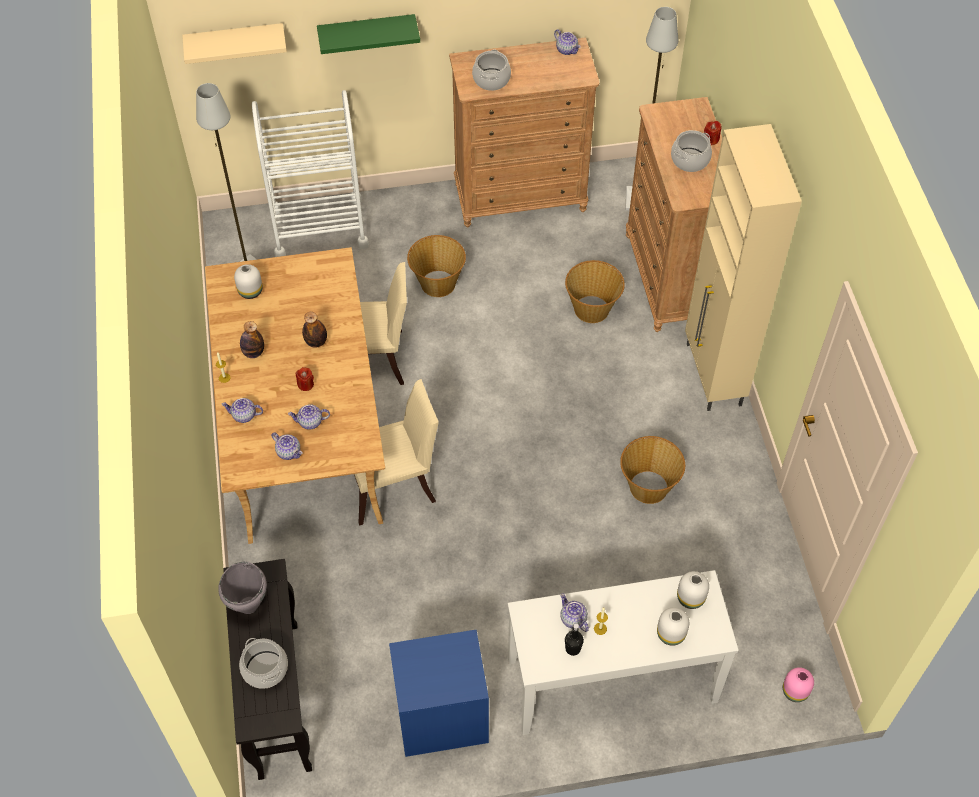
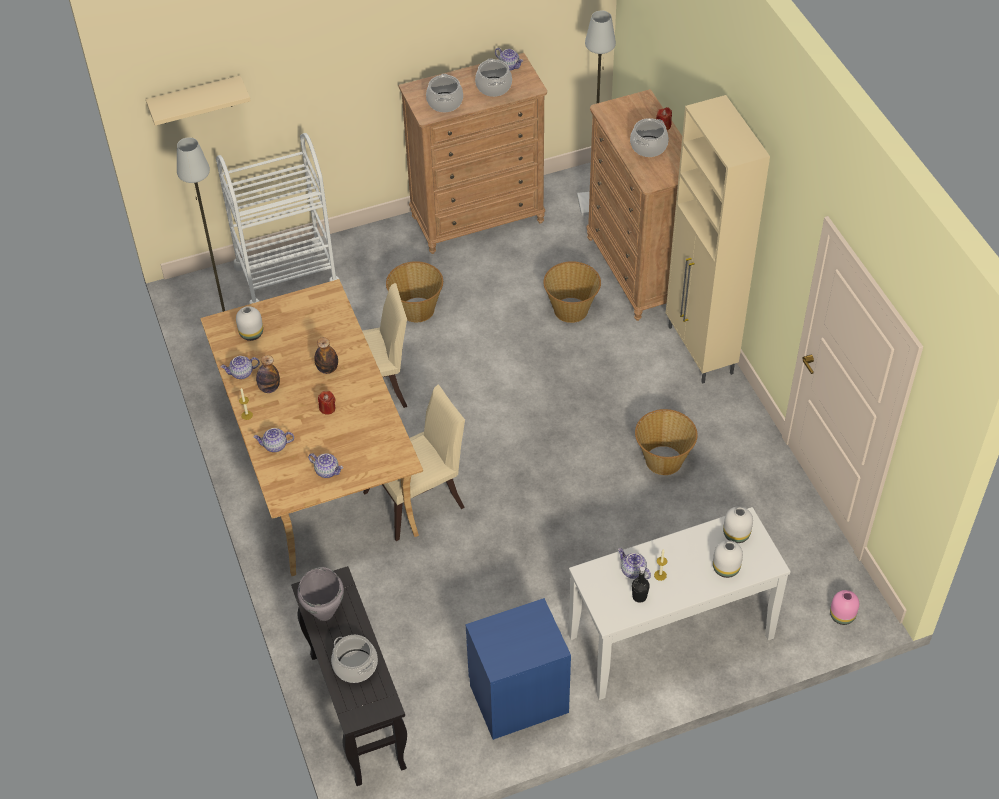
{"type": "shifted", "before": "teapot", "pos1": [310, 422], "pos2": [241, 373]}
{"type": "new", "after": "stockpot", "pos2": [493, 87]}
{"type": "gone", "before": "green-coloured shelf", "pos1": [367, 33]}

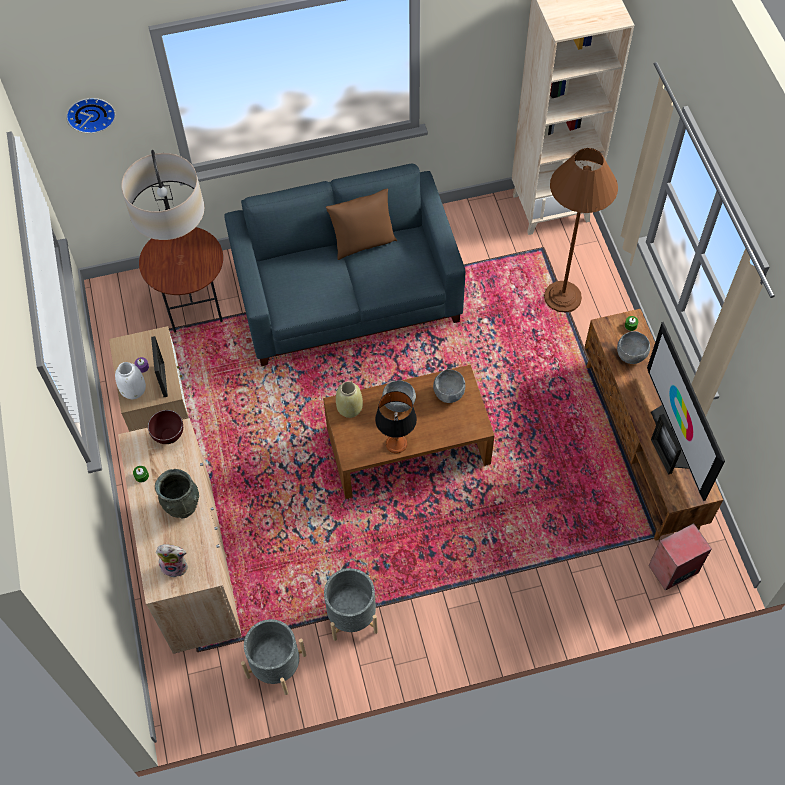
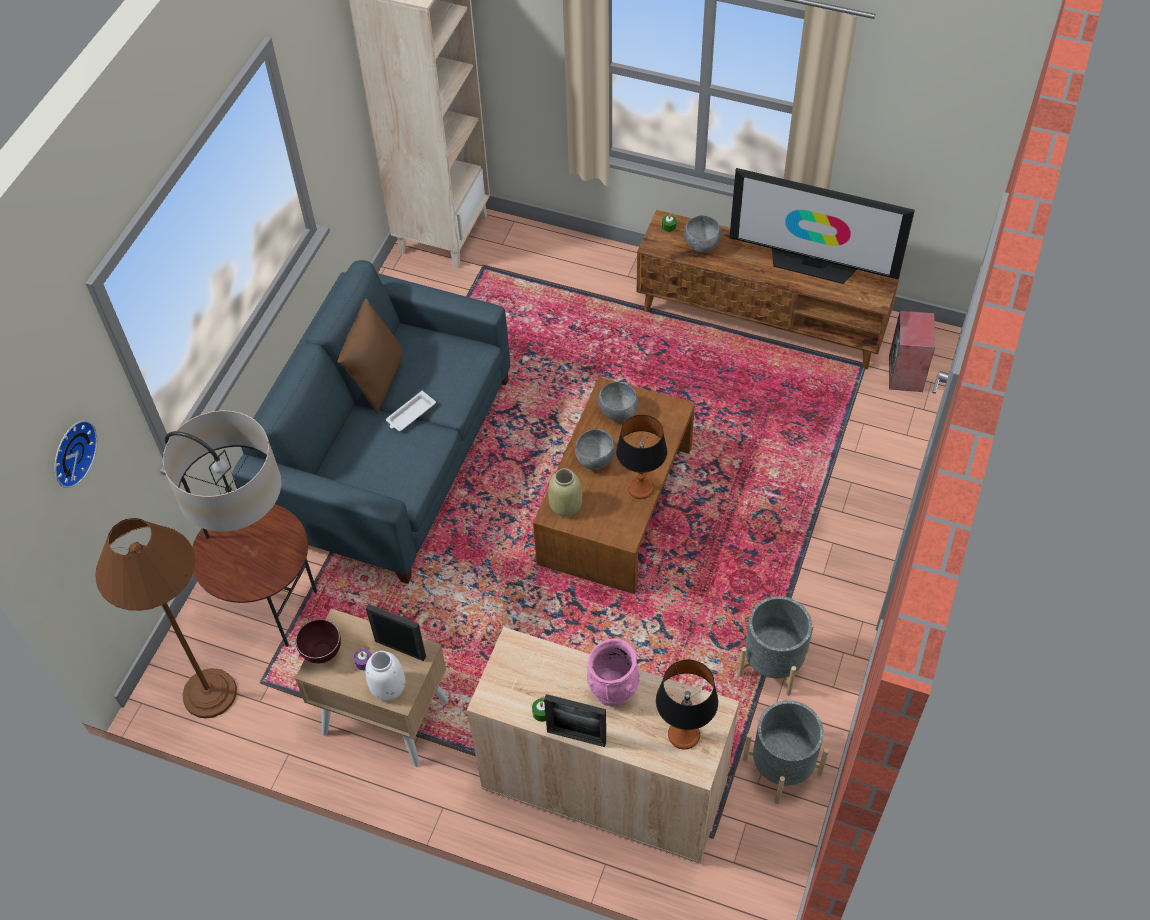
{"type": "shifted", "before": "brown standing lamp", "pos1": [562, 297], "pos2": [210, 693]}
{"type": "shifted", "before": "brown serving bowl", "pos1": [168, 437], "pos2": [322, 654]}
{"type": "new", "after": "white-coloured carrying tray", "pos2": [410, 414]}
{"type": "shifted", "before": "photo frame", "pos1": [661, 456], "pos2": [576, 737]}
{"type": "repainted", "before": "gray vase", "after": "pink-coloured vase", "pos1": [183, 506], "pos2": [613, 690]}
{"type": "swapped", "before": "soft toy", "after": "lamp for a table", "pos1": [176, 566], "pos2": [684, 735]}

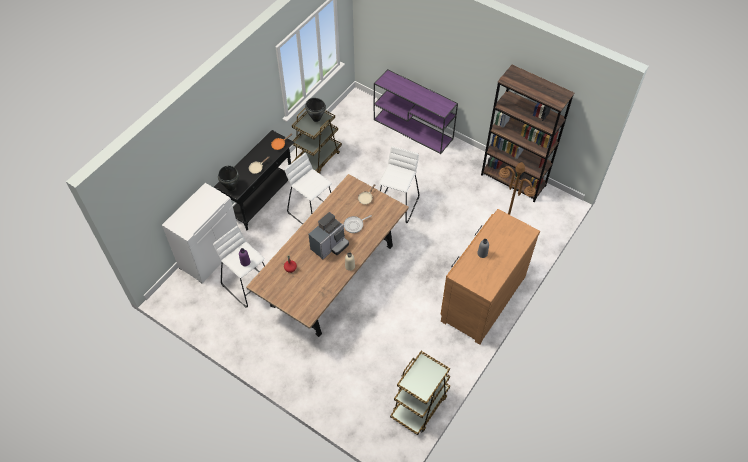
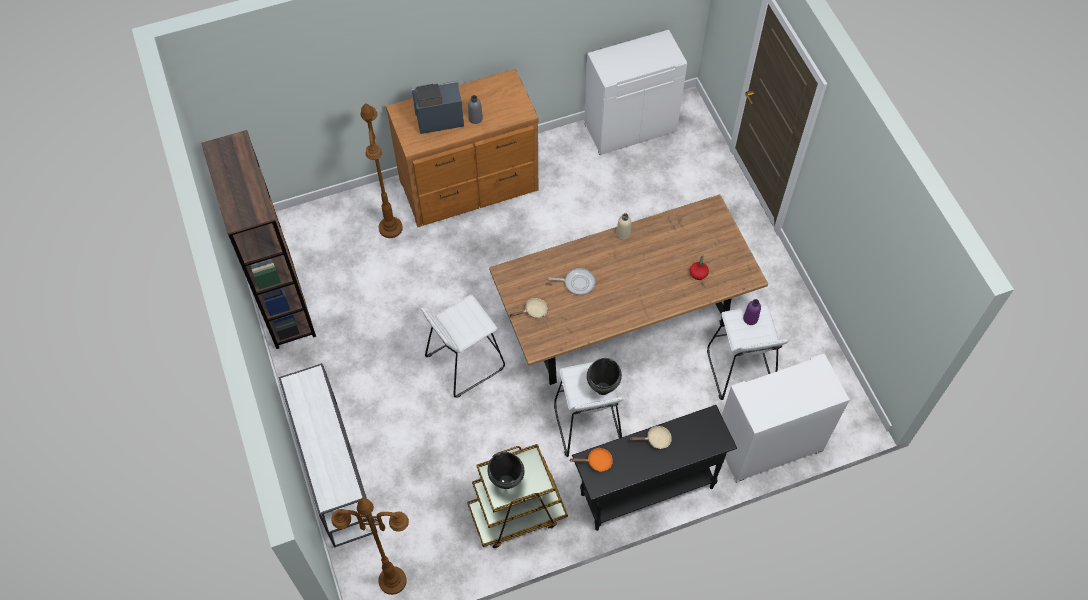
{"type": "repainted", "before": "purple hall table", "after": "white-coloured hall table", "pos1": [414, 129], "pos2": [334, 472]}
{"type": "new", "after": "brown standing lamp", "pos2": [393, 580]}
{"type": "shifted", "before": "coffee maker", "pos1": [330, 246], "pos2": [437, 119]}
{"type": "swapped", "before": "brown trolley", "after": "white-coloured storage cabinet", "pos1": [419, 405], "pos2": [630, 127]}
{"type": "shifted", "before": "black stockpot", "pos1": [231, 187], "pos2": [603, 388]}

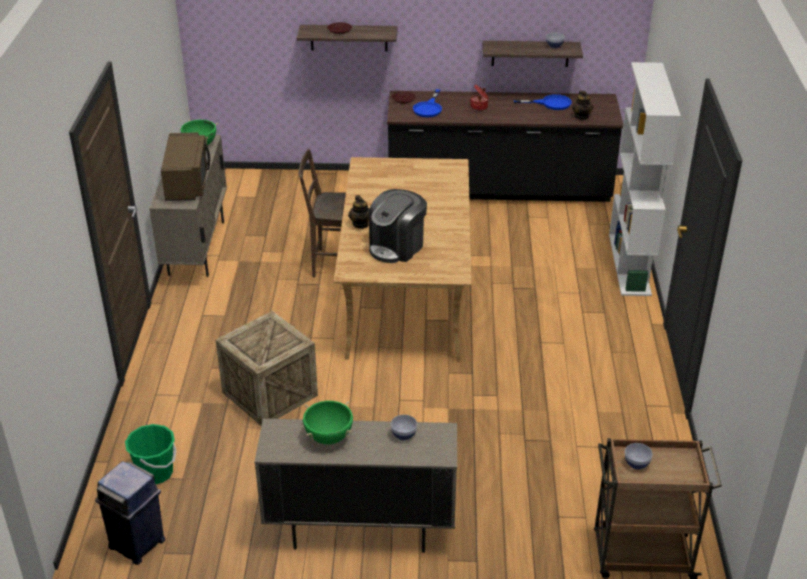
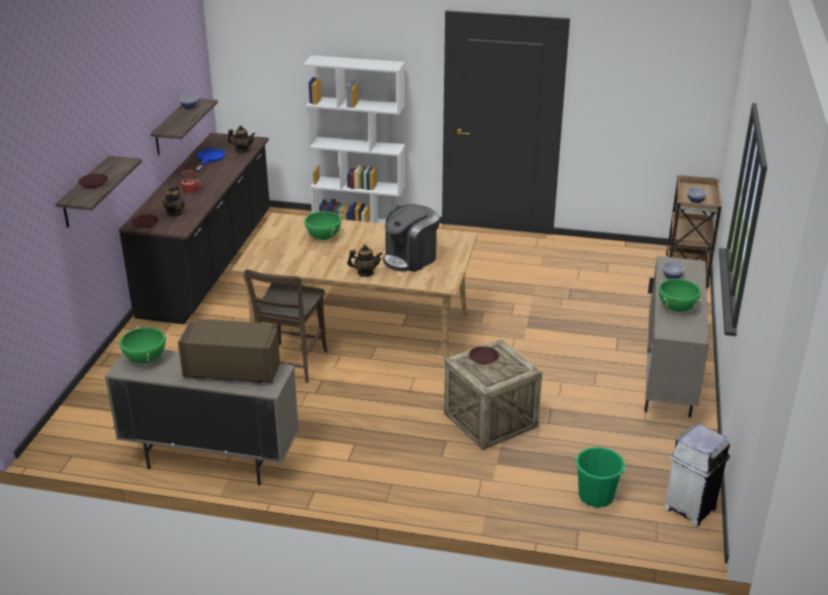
{"type": "swapped", "before": "blue-coloured pan", "after": "teapot", "pos1": [429, 108], "pos2": [175, 213]}
{"type": "new", "after": "green-coloured stockpot", "pos2": [323, 237]}
{"type": "rotated", "before": "coffee maker", "pos1": [397, 247], "pos2": [410, 258], "turn": 90}
{"type": "new", "after": "brown dinner plate", "pos2": [483, 358]}
{"type": "repainted", "before": "blue-coloured trash can", "after": "white-coloured trash can", "pos1": [138, 544], "pos2": [690, 508]}

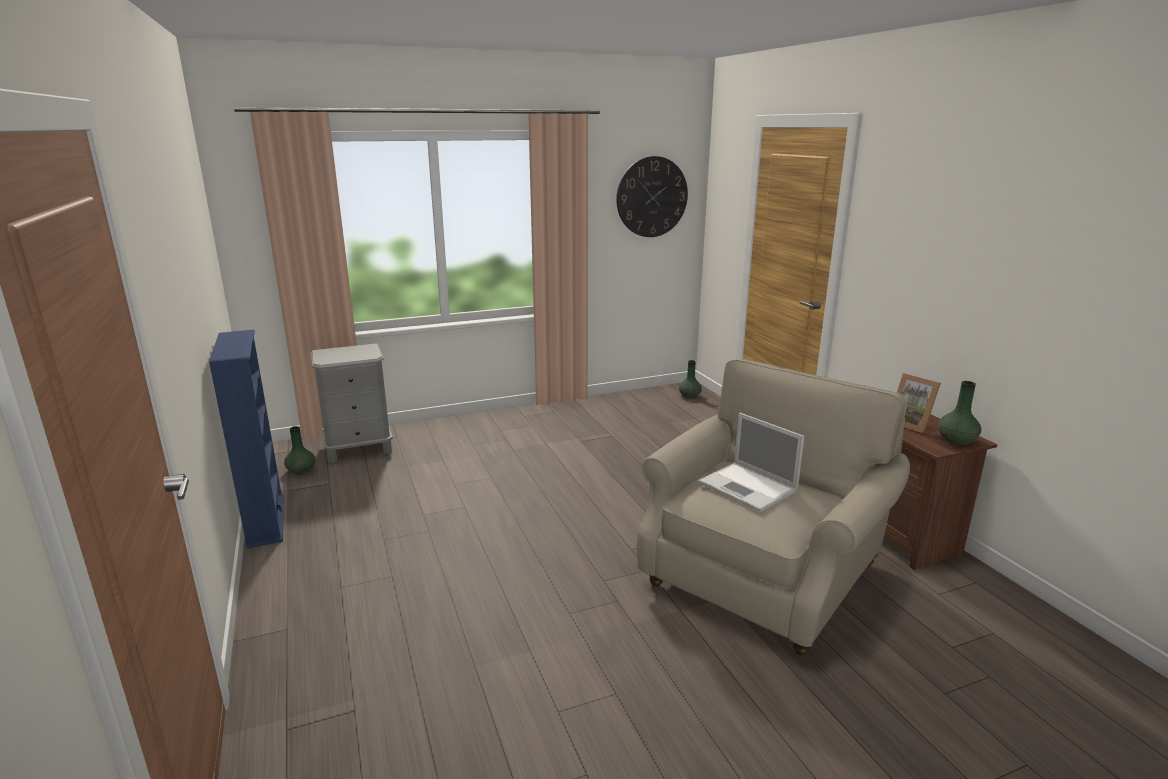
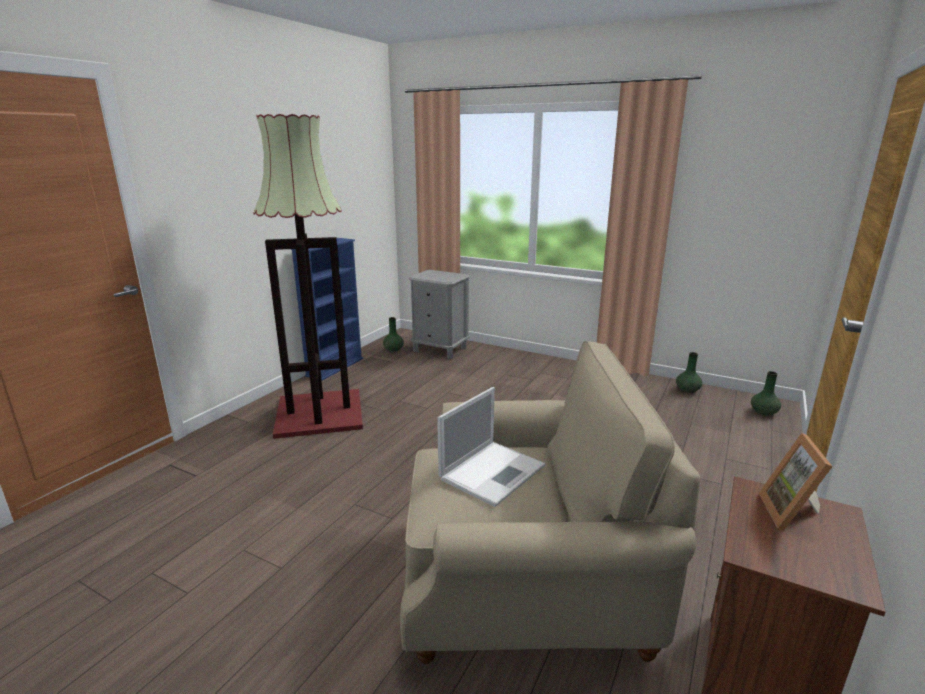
{"type": "new", "after": "standing lamp", "pos2": [318, 413]}
{"type": "rotated", "before": "portable computer", "pos1": [749, 487], "pos2": [493, 471], "turn": -150}
{"type": "shifted", "before": "green-coloured vase", "pos1": [955, 440], "pos2": [687, 390]}
{"type": "gone", "before": "clock on the wall", "pos1": [652, 197]}

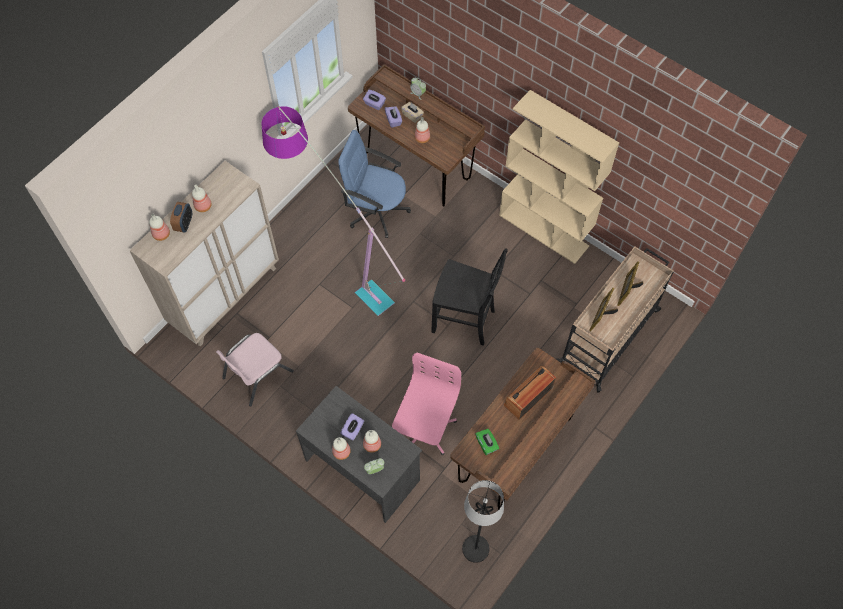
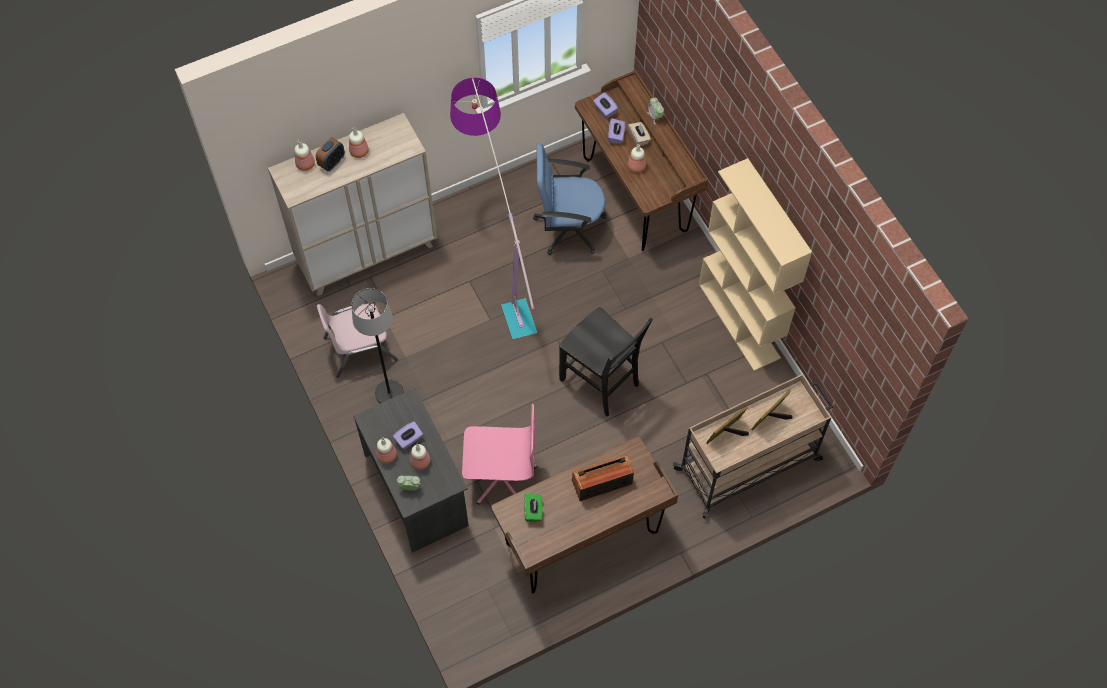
{"type": "shifted", "before": "black standing lamp", "pos1": [475, 548], "pos2": [389, 393]}
{"type": "rotated", "before": "pink-coloured desk chair", "pos1": [424, 429], "pos2": [500, 476], "turn": 45}
{"type": "rotated", "before": "blue-coloured desk chair", "pos1": [376, 211], "pos2": [568, 227], "turn": -45}

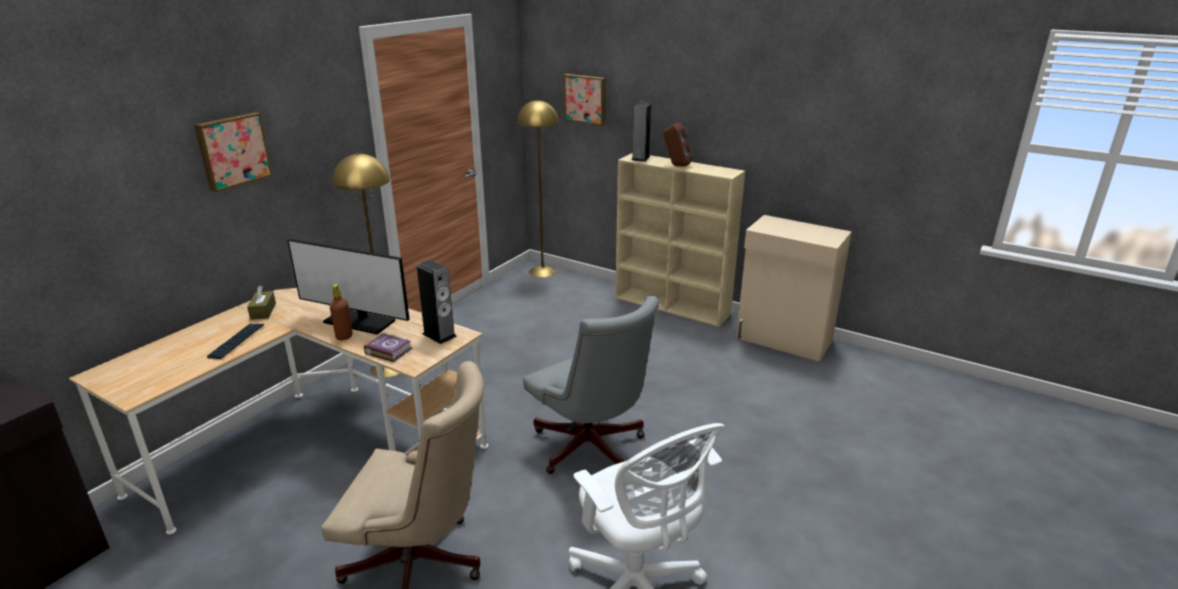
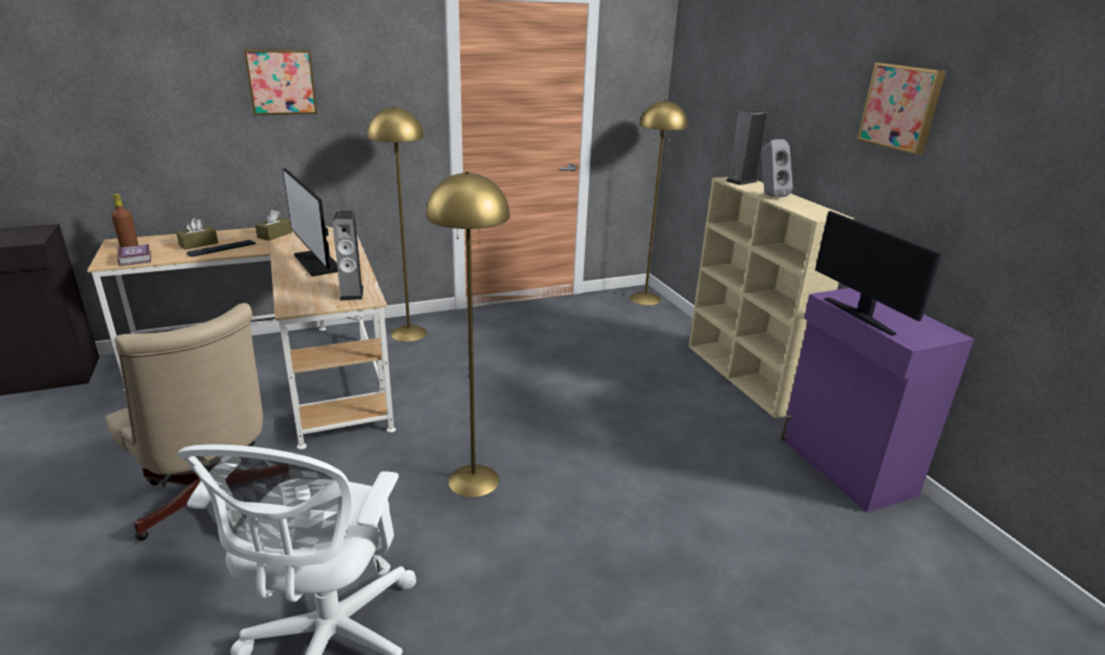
{"type": "shifted", "before": "brown beverage bottle", "pos1": [344, 336], "pos2": [129, 246]}
{"type": "shifted", "before": "volume", "pos1": [388, 350], "pos2": [136, 258]}
{"type": "new", "after": "brown box of tissues", "pos2": [198, 244]}
{"type": "swapped", "before": "gray desk chair", "after": "yellow standing lamp", "pos1": [591, 450], "pos2": [473, 480]}
{"type": "repainted", "before": "brown loudspeaker", "after": "gray loudspeaker", "pos1": [675, 165], "pos2": [769, 195]}
{"type": "repainted", "before": "beige storage cabinet", "after": "purple storage cabinet", "pos1": [784, 340], "pos2": [844, 466]}
{"type": "new", "after": "computer display", "pos2": [860, 315]}
{"type": "shifted", "before": "wall art", "pos1": [586, 99], "pos2": [902, 107]}

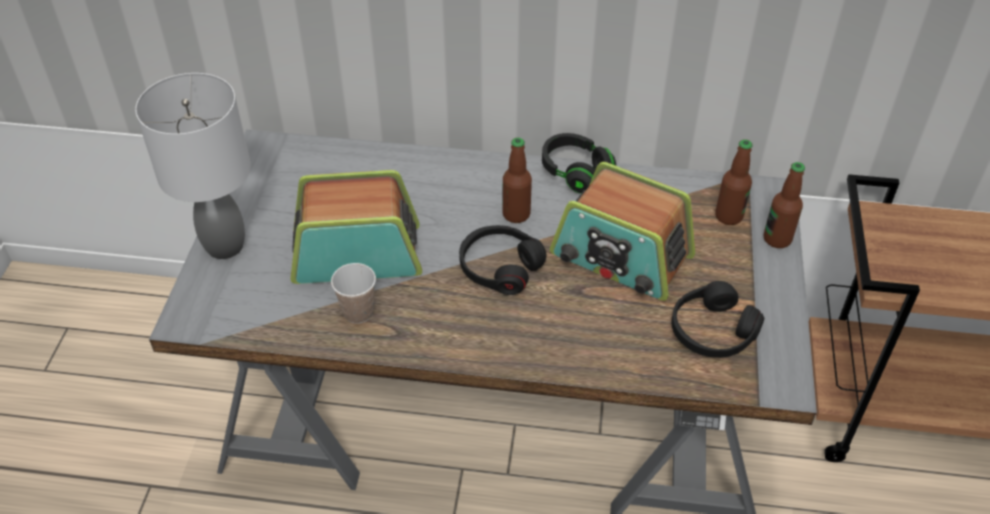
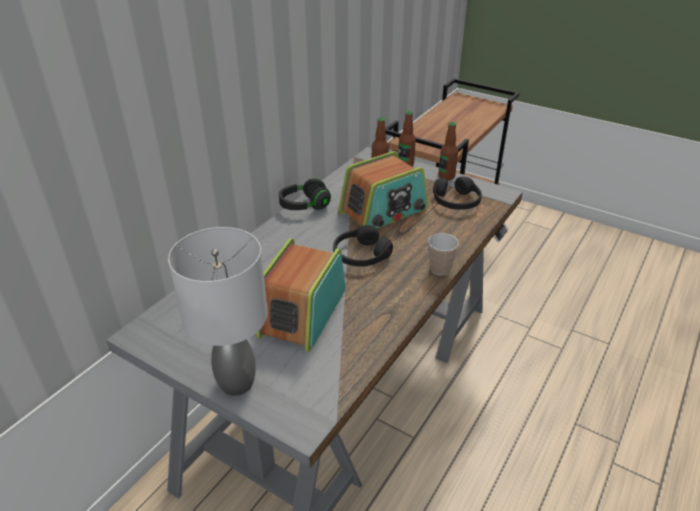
{"type": "shifted", "before": "drinking cup", "pos1": [358, 312], "pos2": [440, 269]}
{"type": "shifted", "before": "beverage bottle", "pos1": [516, 214], "pos2": [446, 176]}

